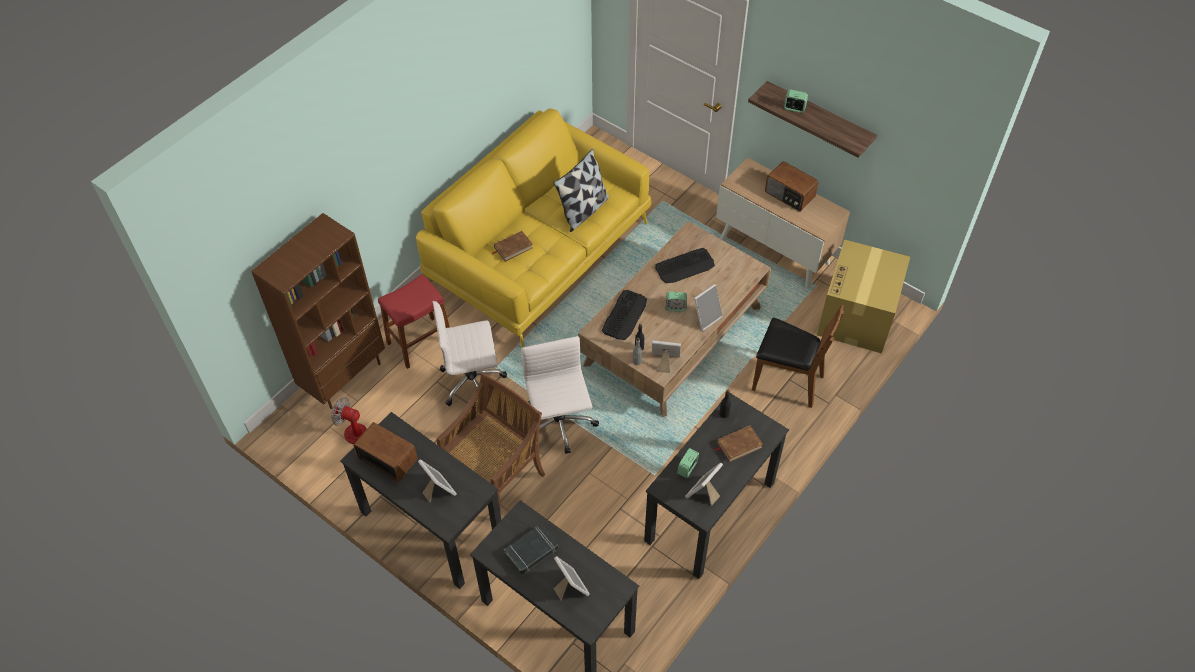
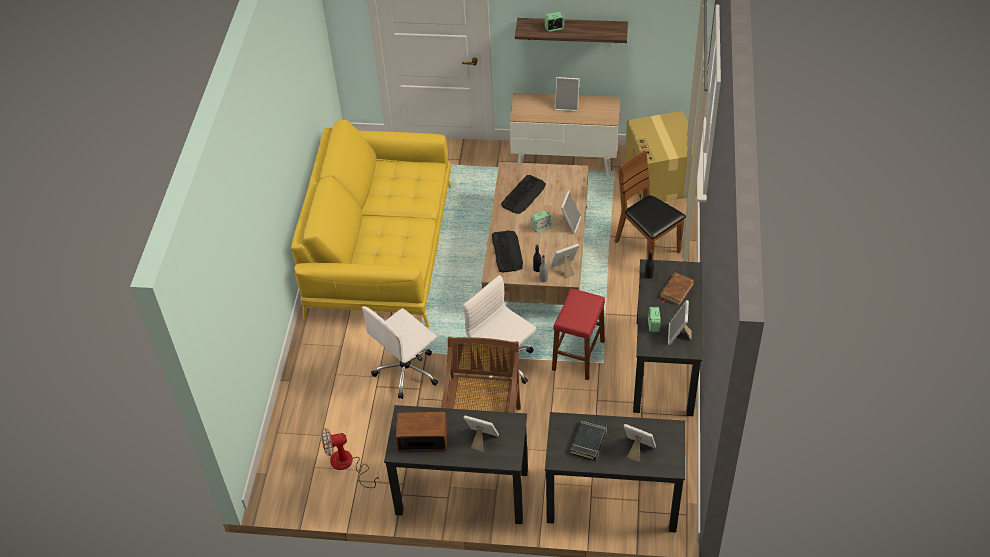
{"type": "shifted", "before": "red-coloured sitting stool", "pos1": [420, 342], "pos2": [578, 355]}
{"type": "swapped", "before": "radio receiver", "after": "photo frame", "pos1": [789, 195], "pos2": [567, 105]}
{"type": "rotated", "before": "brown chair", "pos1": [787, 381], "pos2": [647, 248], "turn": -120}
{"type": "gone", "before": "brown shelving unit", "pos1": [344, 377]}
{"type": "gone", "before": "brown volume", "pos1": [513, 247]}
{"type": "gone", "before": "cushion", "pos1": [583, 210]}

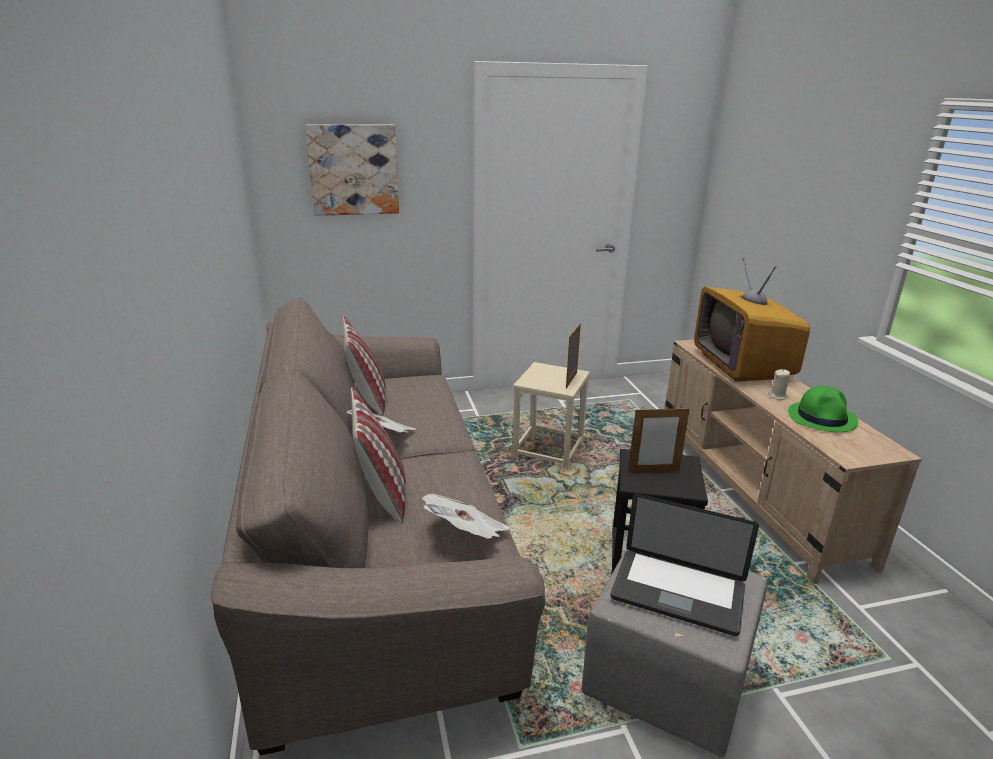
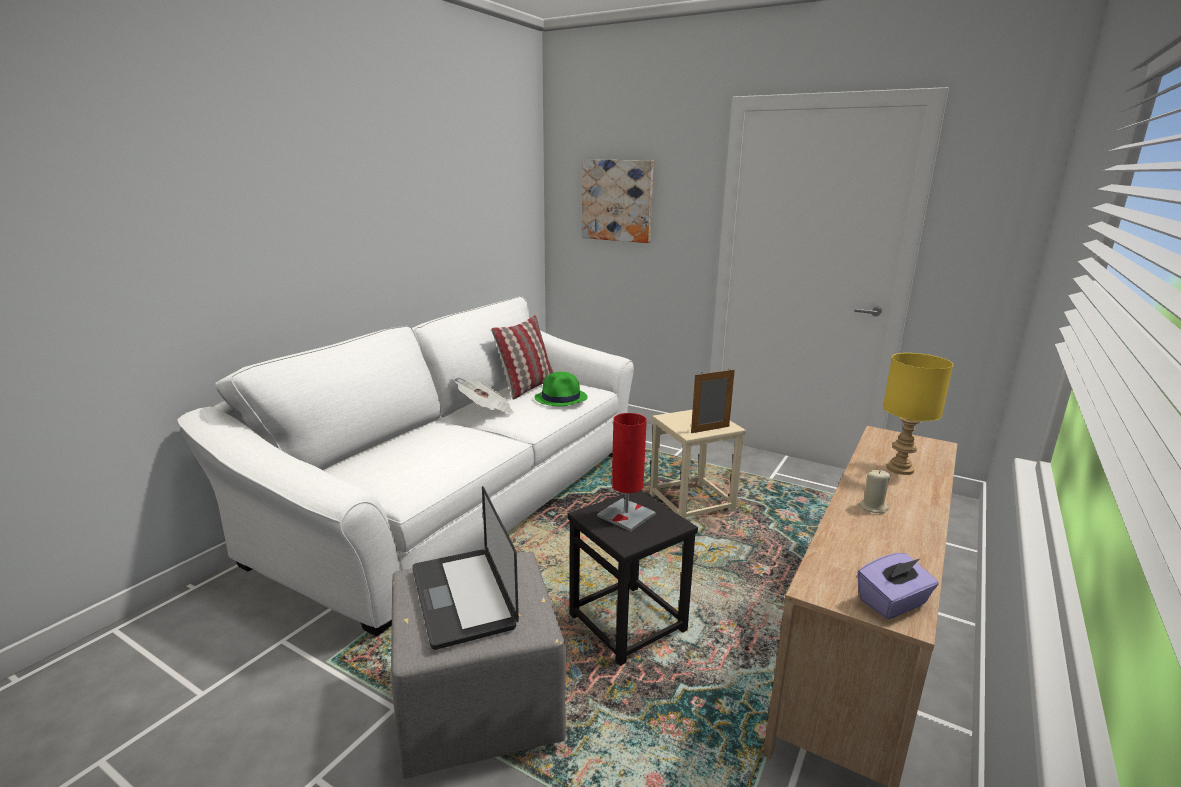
{"type": "repainted", "before": "brown couch", "after": "white-coloured couch", "pos1": [377, 542], "pos2": [464, 500]}
{"type": "shifted", "before": "green-coloured clothing hat", "pos1": [822, 418], "pos2": [561, 398]}
{"type": "swapped", "before": "photo frame", "after": "red-coloured lamp for a table", "pos1": [653, 471], "pos2": [626, 515]}
{"type": "new", "after": "purple box of tissues", "pos2": [893, 603]}
{"type": "swapped", "before": "TV set", "after": "yellow lamp for a table", "pos1": [742, 365], "pos2": [900, 469]}
{"type": "gone", "before": "cushion", "pos1": [382, 493]}
{"type": "gone", "before": "daily paper", "pos1": [467, 535]}

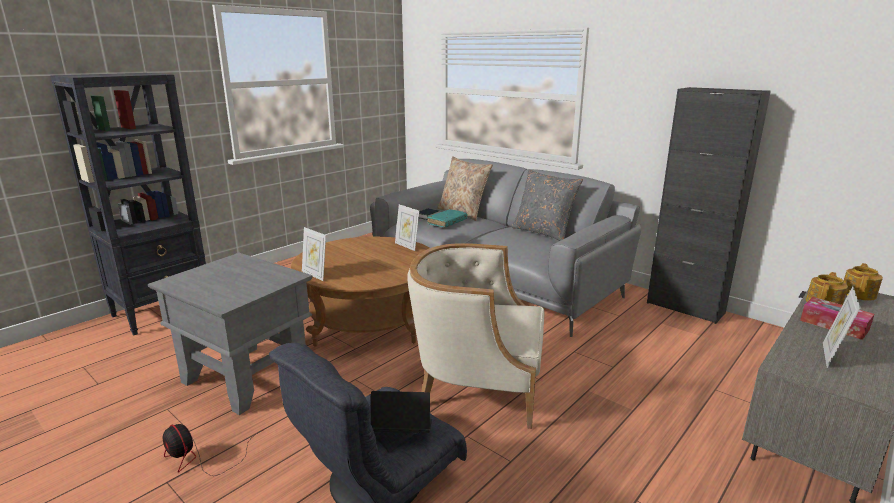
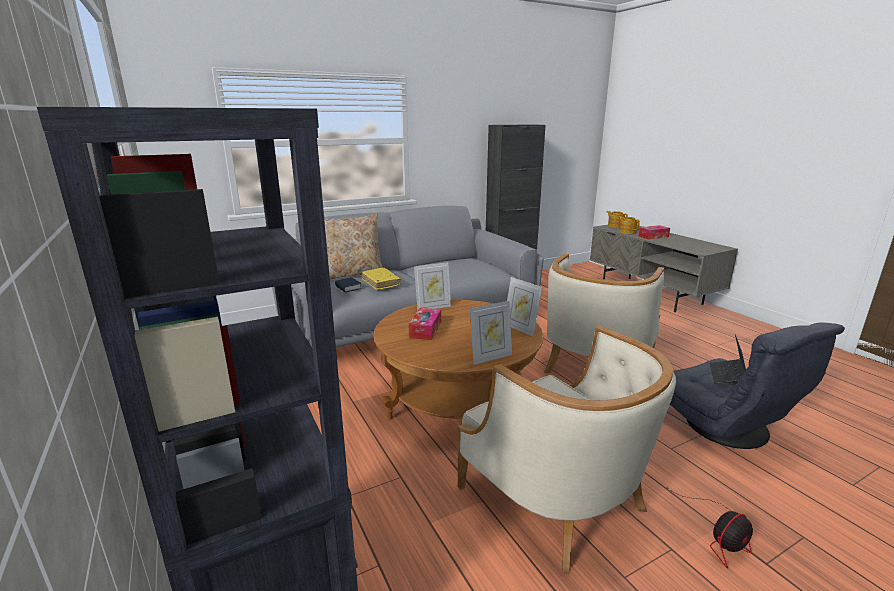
{"type": "repainted", "before": "blue-green volume", "after": "yellow volume", "pos1": [447, 222], "pos2": [381, 283]}
{"type": "new", "after": "box of tissues", "pos2": [425, 330]}
{"type": "swapped", "before": "gray end table", "after": "beige easy chair", "pos1": [246, 376], "pos2": [556, 498]}
{"type": "shifted", "before": "photo frame", "pos1": [831, 356], "pos2": [520, 329]}
{"type": "gone", "before": "gray cushion", "pos1": [543, 232]}

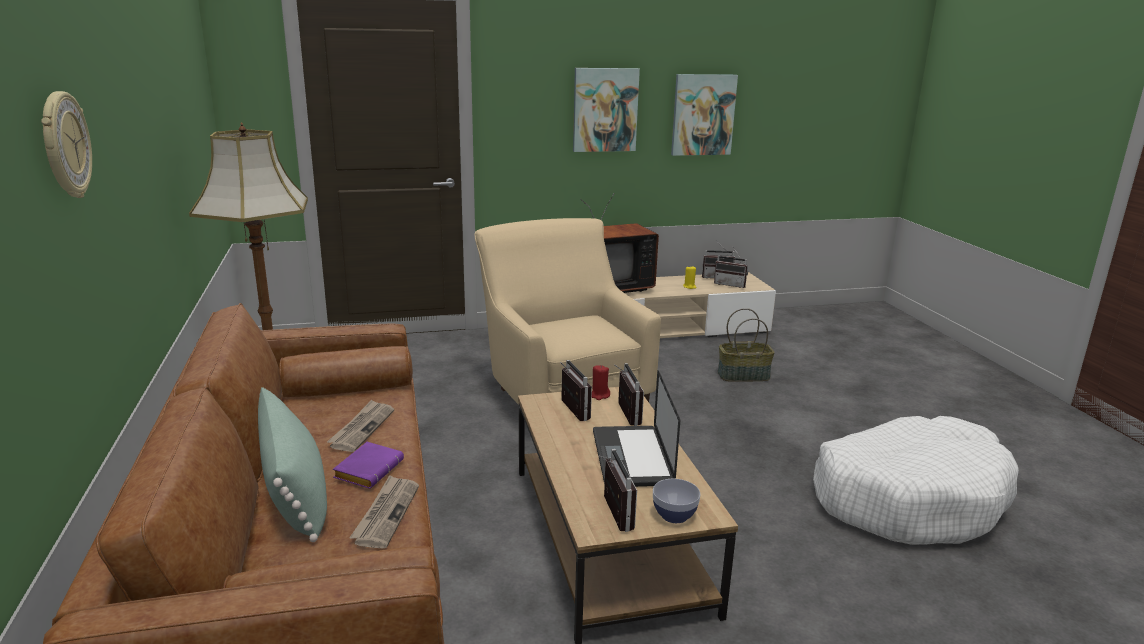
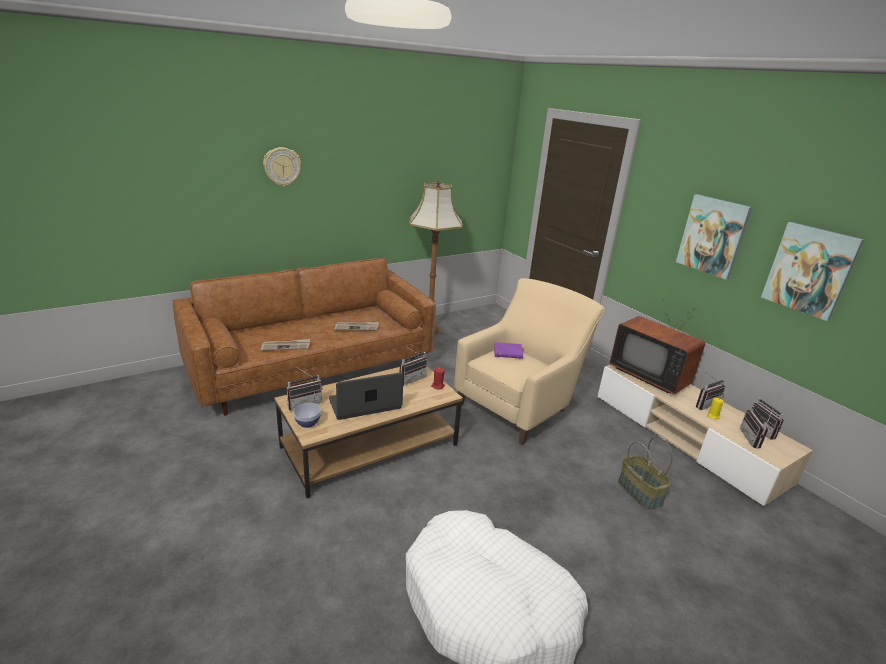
{"type": "shifted", "before": "purple volume", "pos1": [368, 469], "pos2": [508, 353]}
{"type": "shifted", "before": "radio receiver", "pos1": [623, 415], "pos2": [704, 404]}
{"type": "gone", "before": "green-coloured cushion", "pos1": [295, 492]}

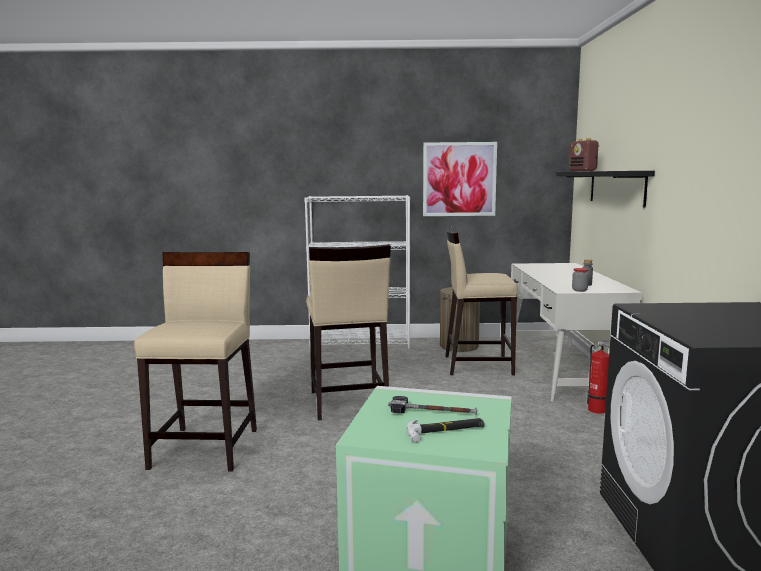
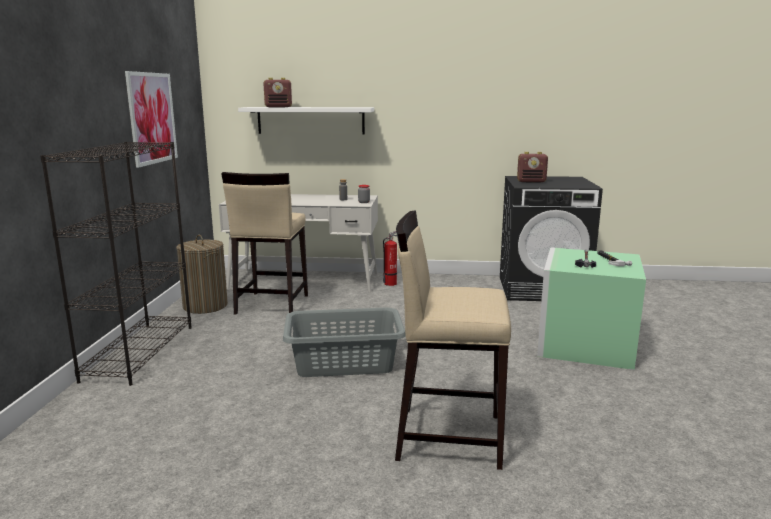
{"type": "repainted", "before": "white-coloured shelving unit", "after": "black shelving unit", "pos1": [361, 344], "pos2": [140, 352]}
{"type": "repainted", "before": "black shelf", "after": "white-coloured shelf", "pos1": [616, 187], "pos2": [311, 120]}
{"type": "swapped", "before": "beige sitting stool", "after": "gray laundry basket", "pos1": [348, 402], "pos2": [345, 363]}
{"type": "new", "after": "radio receiver", "pos2": [531, 181]}

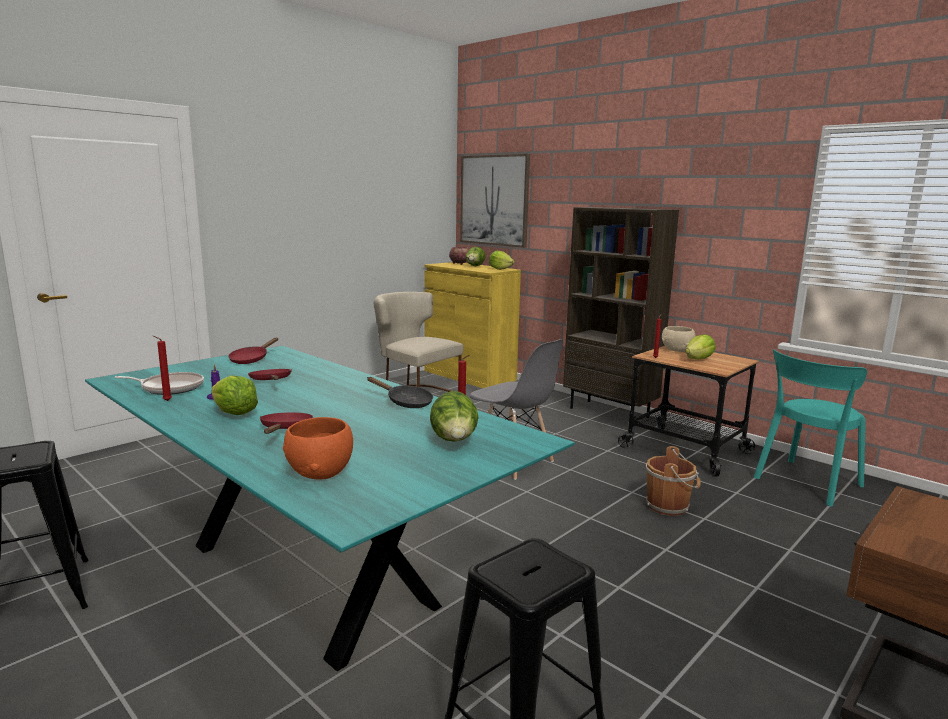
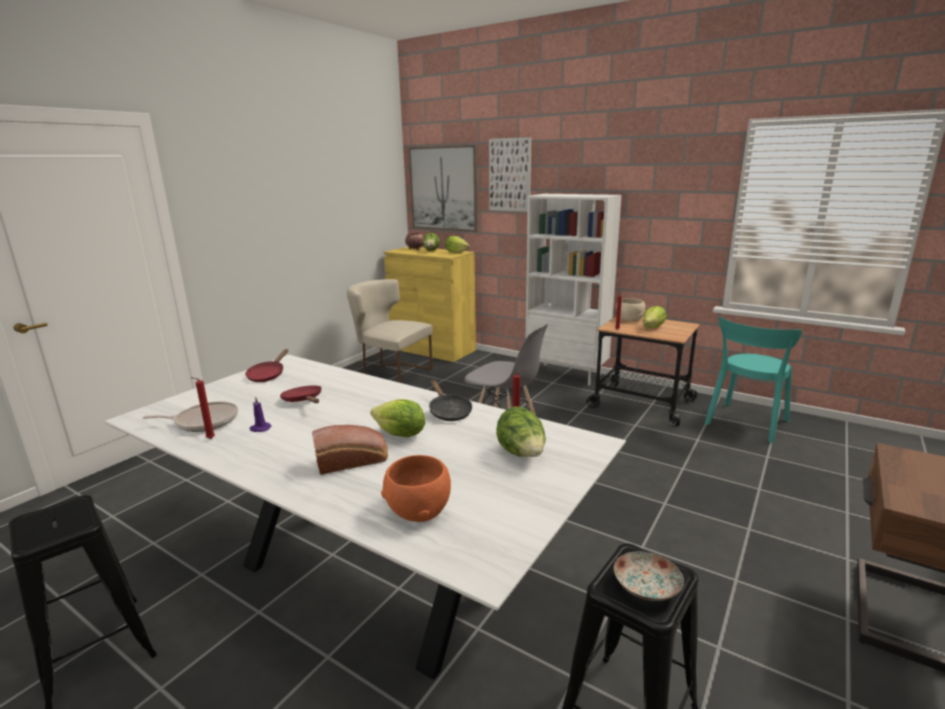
{"type": "repainted", "before": "blue-green dinner table", "after": "white-coloured dinner table", "pos1": [309, 573], "pos2": [366, 578]}
{"type": "swapped", "before": "red-coloured pan", "after": "baked bread", "pos1": [285, 429], "pos2": [353, 461]}
{"type": "shifted", "before": "lettuce", "pos1": [234, 414], "pos2": [400, 435]}
{"type": "rotated", "before": "black pan", "pos1": [405, 402], "pos2": [448, 412], "turn": 45}
{"type": "new", "after": "wall art", "pos2": [510, 175]}
{"type": "repainted", "before": "brown shelving unit", "after": "white-coloured shelving unit", "pos1": [610, 412], "pos2": [567, 374]}
{"type": "new", "after": "dinner plate", "pos2": [645, 587]}
{"type": "gone", "before": "brown pail", "pos1": [669, 506]}

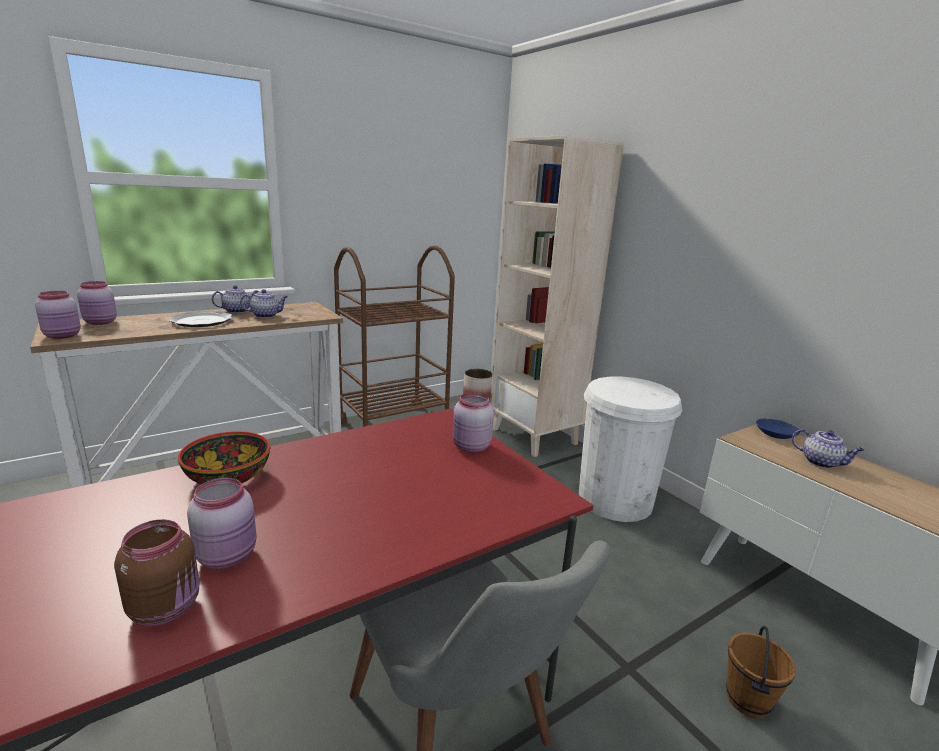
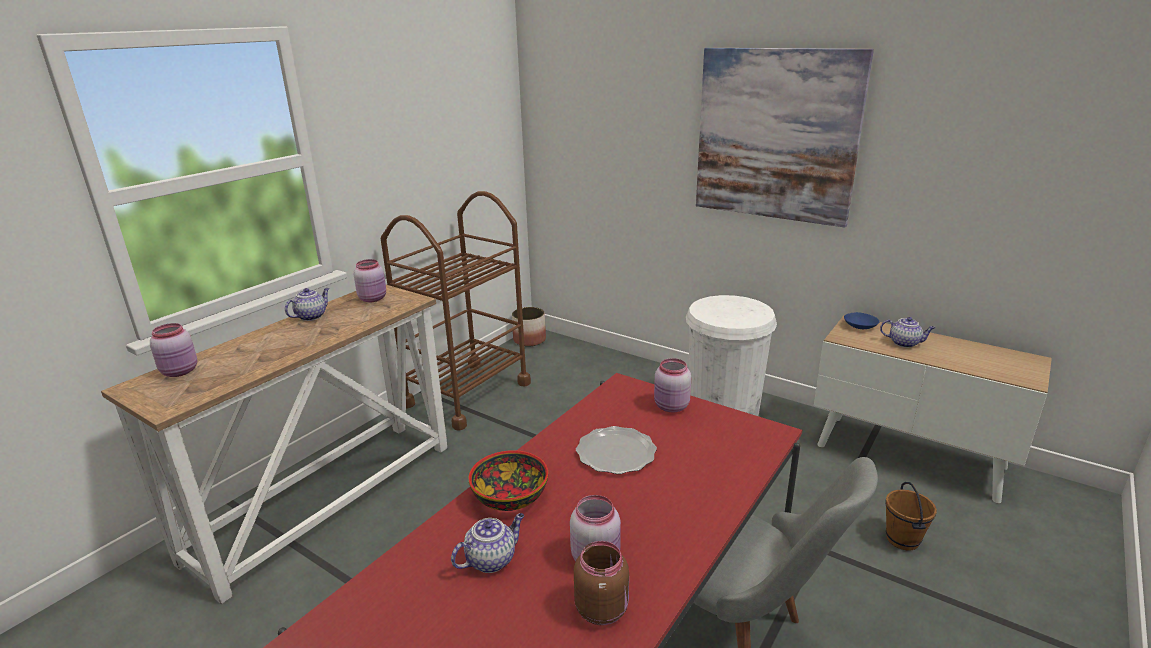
{"type": "shifted", "before": "pink-coloured storage jar", "pos1": [63, 336], "pos2": [373, 298]}
{"type": "shifted", "before": "teapot", "pos1": [266, 315], "pos2": [491, 559]}
{"type": "shifted", "before": "dinner plate", "pos1": [202, 321], "pos2": [616, 453]}
{"type": "new", "after": "wall art", "pos2": [775, 135]}
{"type": "gone", "before": "beige shelving unit", "pos1": [535, 436]}

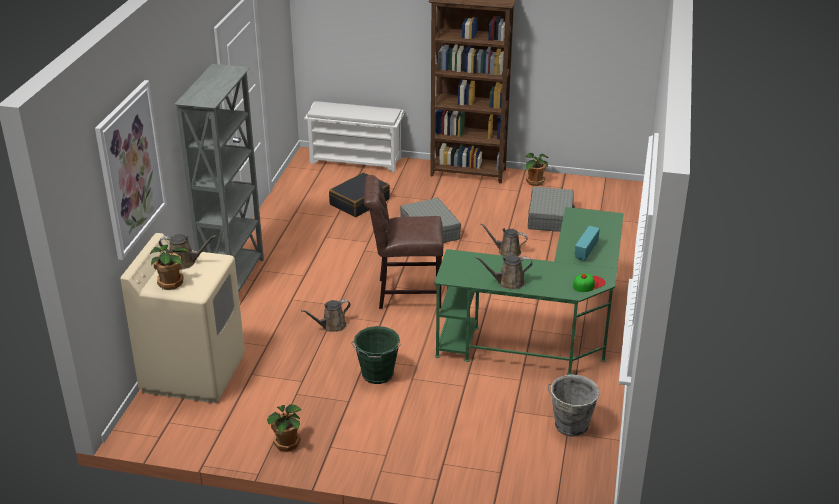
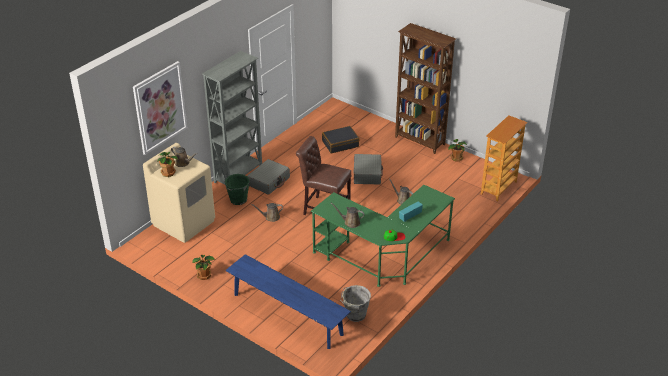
{"type": "shifted", "before": "green-coloured pail", "pos1": [377, 375], "pos2": [238, 200]}
{"type": "new", "after": "blue-coloured bench", "pos2": [287, 314]}
{"type": "shifted", "before": "gray piece of luggage", "pos1": [550, 217], "pos2": [269, 181]}
{"type": "new", "after": "shelving unit", "pos2": [499, 188]}
{"type": "gone", "before": "white-coloured shoe stand", "pos1": [356, 160]}

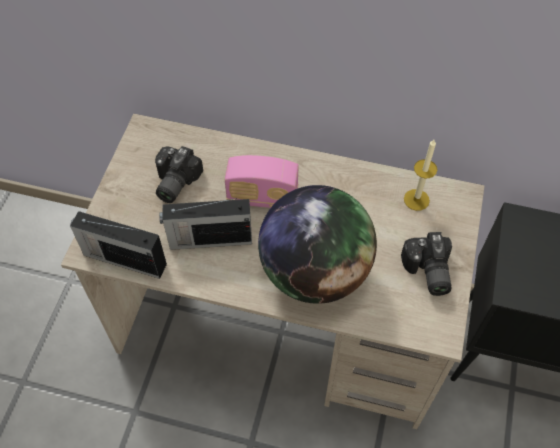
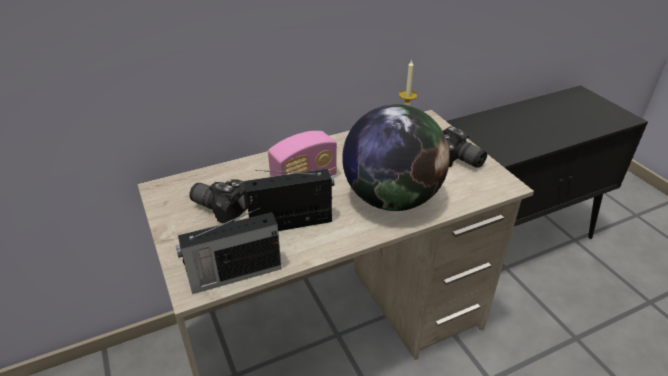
{"type": "rotated", "before": "still camera", "pos1": [173, 182], "pos2": [222, 206], "turn": 135}
{"type": "rotated", "before": "radio receiver", "pos1": [209, 239], "pos2": [292, 223], "turn": -150}

